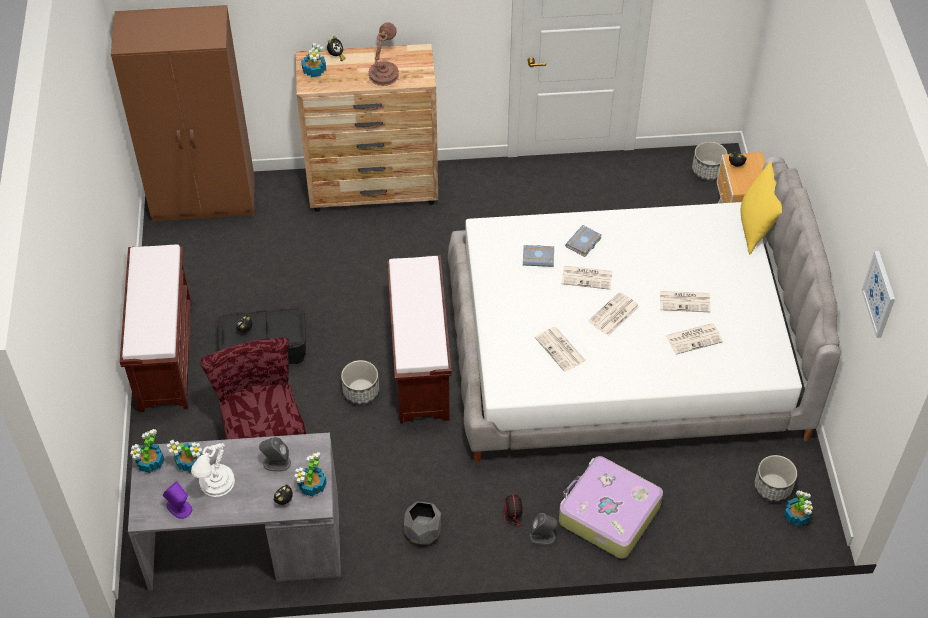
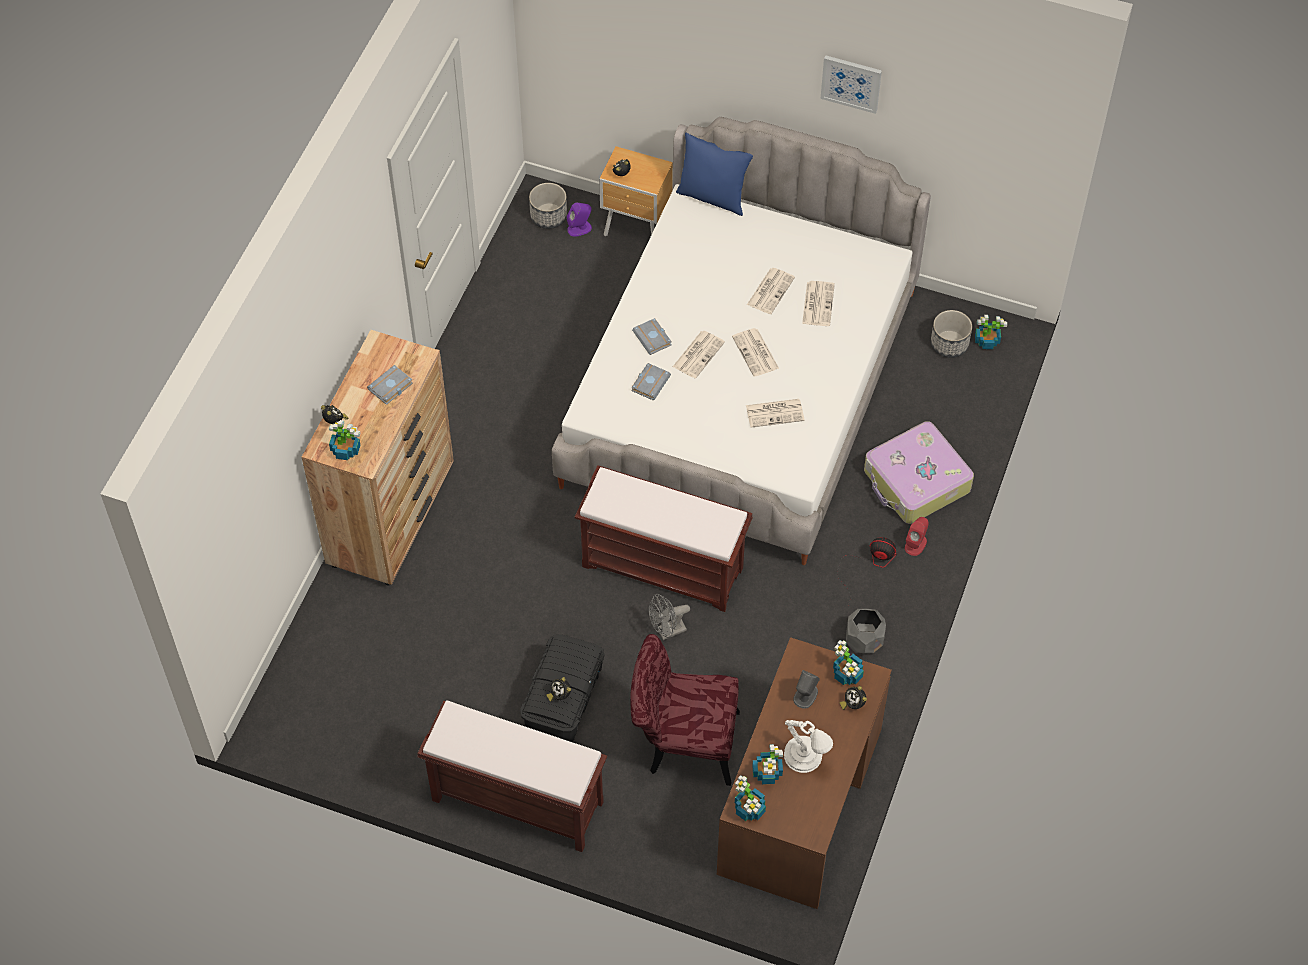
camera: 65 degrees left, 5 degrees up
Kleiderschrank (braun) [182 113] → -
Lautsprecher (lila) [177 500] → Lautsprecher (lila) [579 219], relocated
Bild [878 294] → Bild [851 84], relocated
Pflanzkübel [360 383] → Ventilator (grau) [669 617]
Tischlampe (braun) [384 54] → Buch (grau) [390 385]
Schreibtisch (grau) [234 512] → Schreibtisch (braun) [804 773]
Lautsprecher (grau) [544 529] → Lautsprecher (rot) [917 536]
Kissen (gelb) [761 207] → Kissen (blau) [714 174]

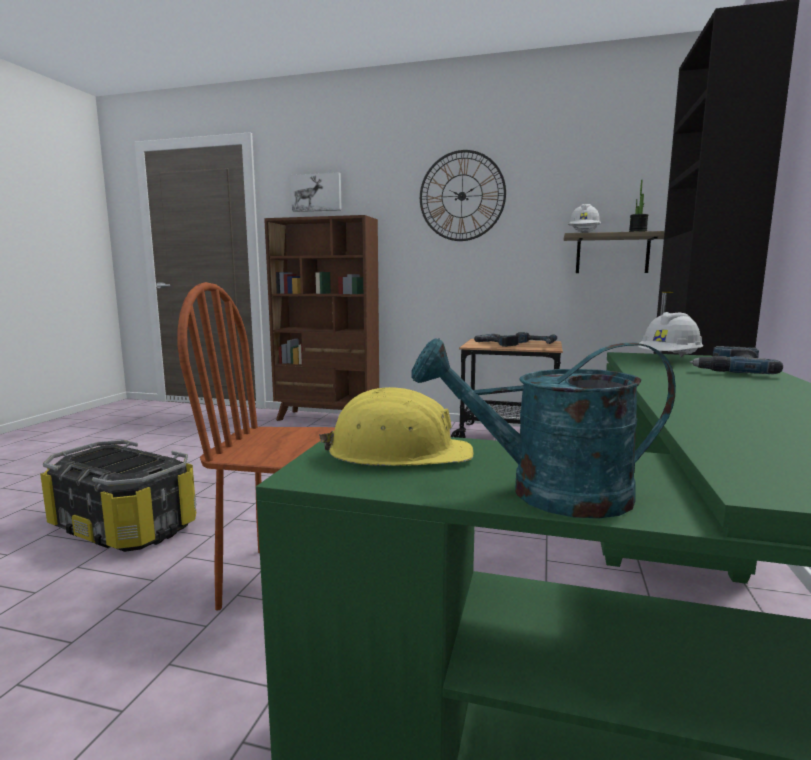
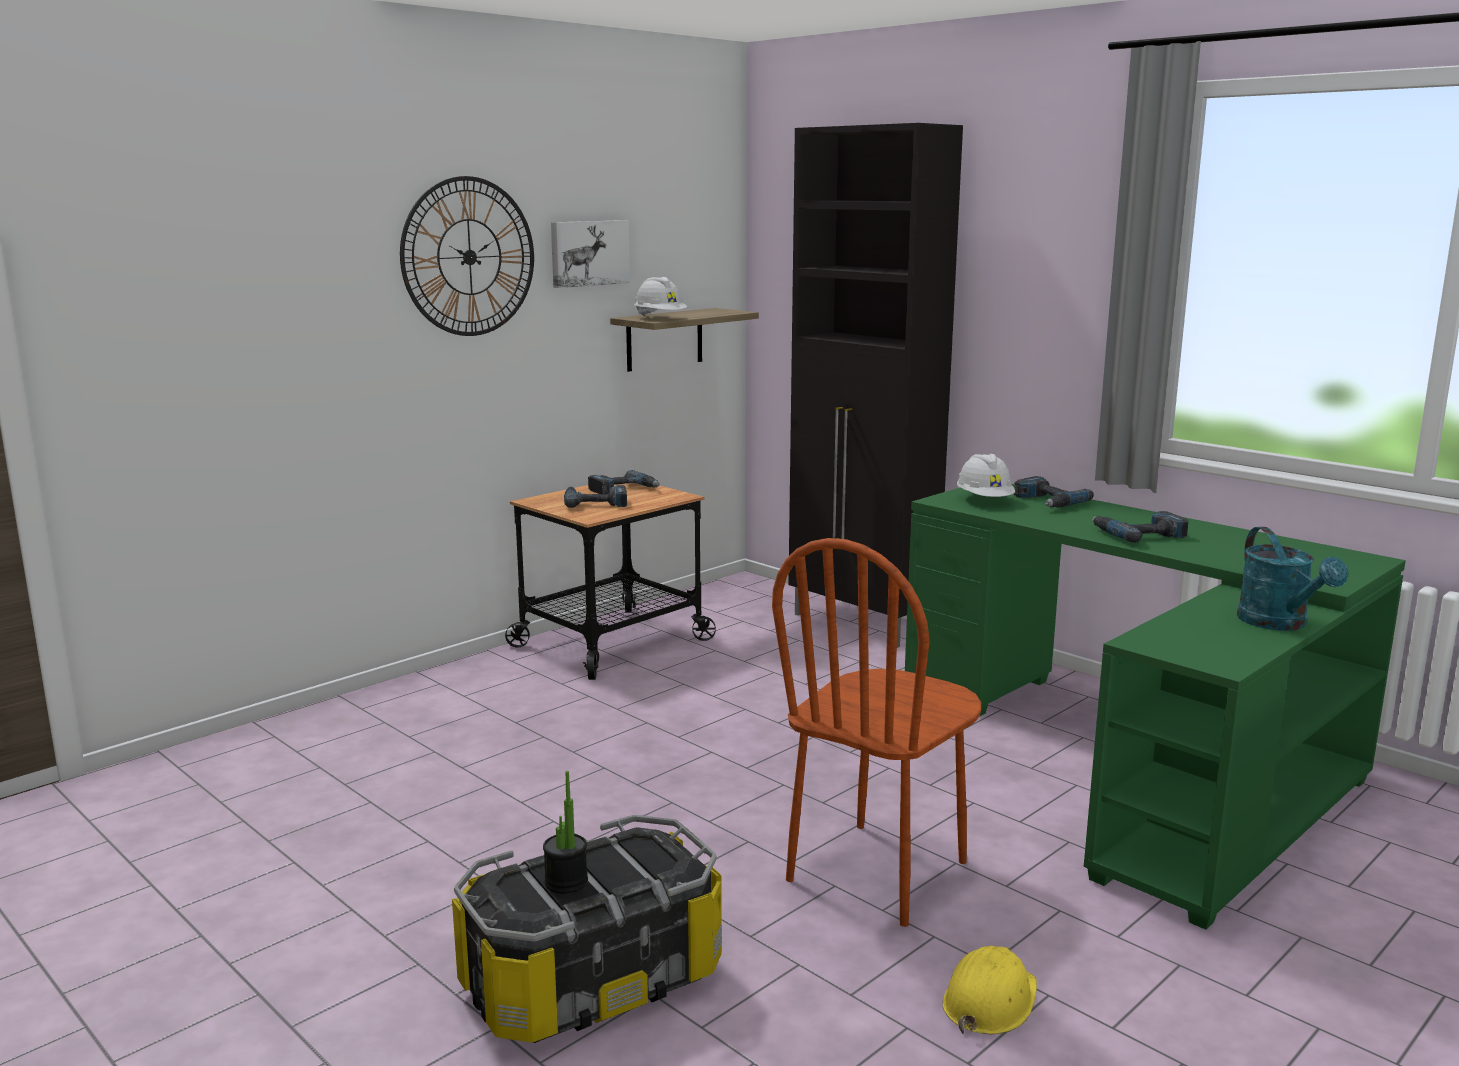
camera: 60 degrees left, 5 degrees up
Bücherregal (braun) [321 318] → -
- → Bohrmaschine [1140 527]
Bild [316 192] → Bild [590 254], relocated
Schutzhelm (gelb) [396 426] → Schutzhelm (gelb) [989 990], relocated
Topfpflanze [638 205] → Topfpflanze [565 832], relocated
Gießkanne (türkis) [543 428] → Gießkanne (türkis) [1292 579], 45 degrees counterclockwise

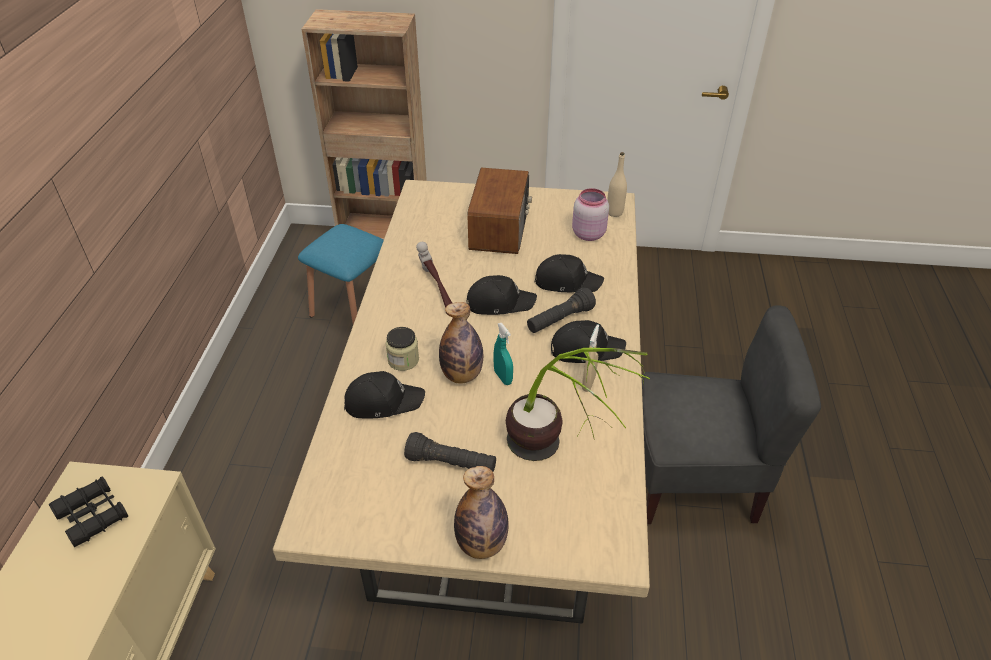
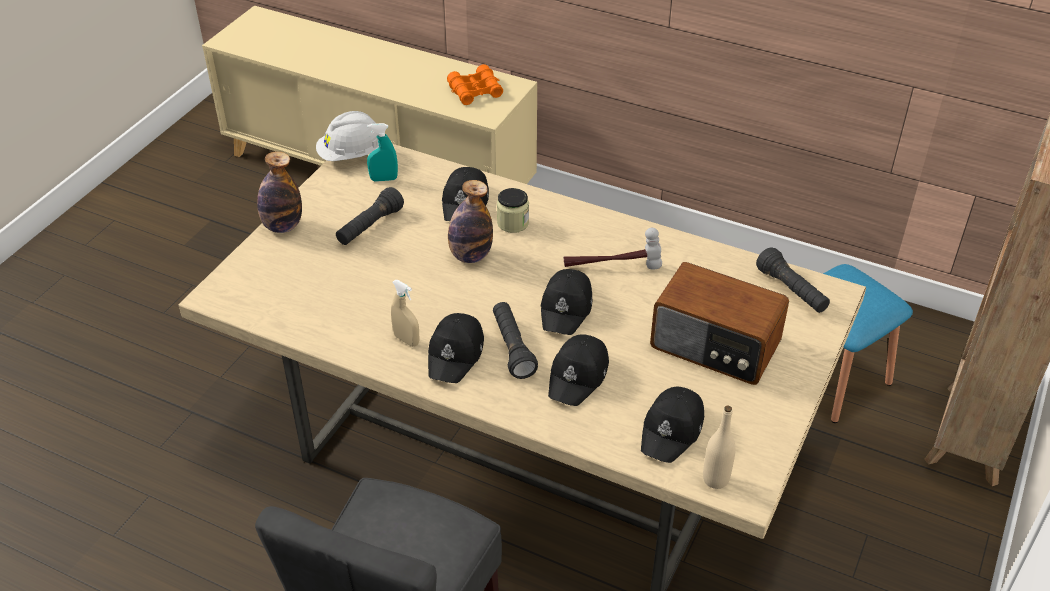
camera: 110 degrees right, 0 degrees up
Topfpflanze [578 404] → -
- → Schutzhelm (weiß) [347 136]
- → Taschenlampe (schwarz) [793 280]
Sprühflasche (türkis) [503 354] → Sprühflasche (türkis) [382 152], relocated
Vorratsglas (rosa) [590 214] → Kappe (schwarz) [672 425]
Fernglas (schwarz) [88 511] → Fernglas (orange) [475 84]

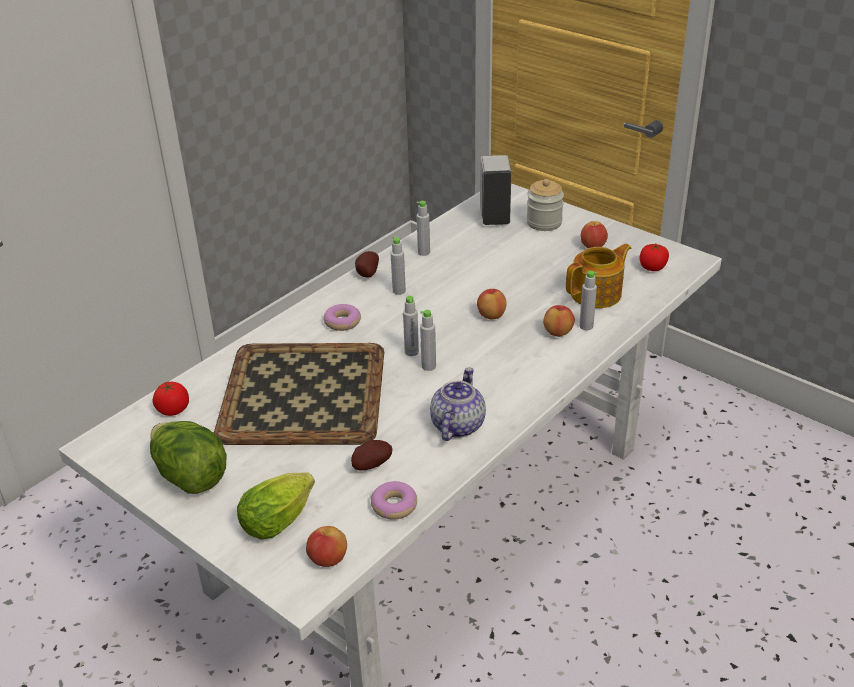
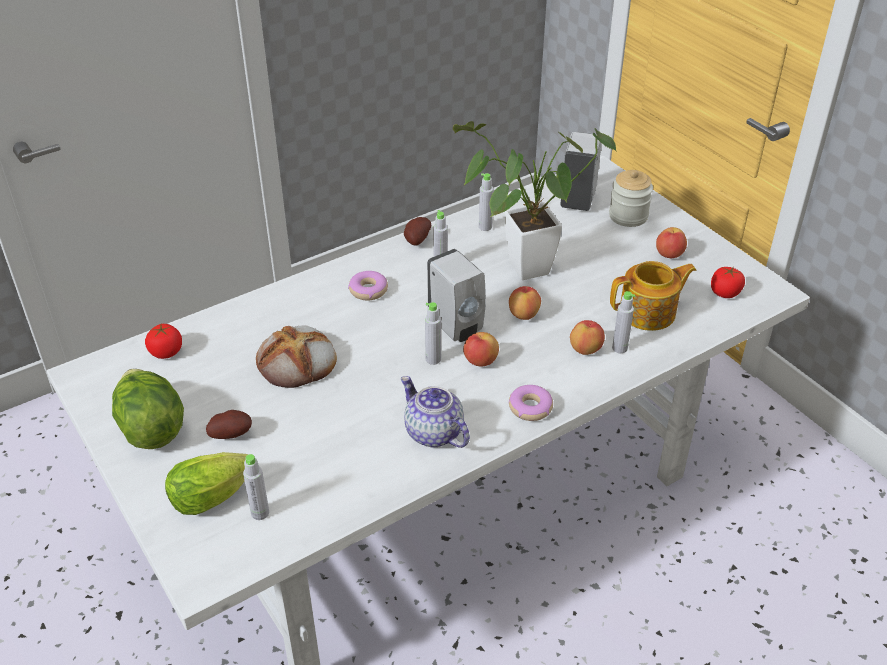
camera: 15 degrees right, 5 degrees up
- → Seifenspender (weiß) [456 295]
- → Topfpflanze [535 200]
Apfel [326 546] → Apfel [481 349], relocated
Kartoffel [371 455] → Kartoffel [229 424], relocated
Donut [394 500] → Donut [531 403], relocated
Flasche (grau) [411 326] → Flasche (grau) [256 487], relocated
Tablett [299 394] → Brot [296 357]
Teekanne [458 404] → Teekanne [435 412], 75 degrees counterclockwise

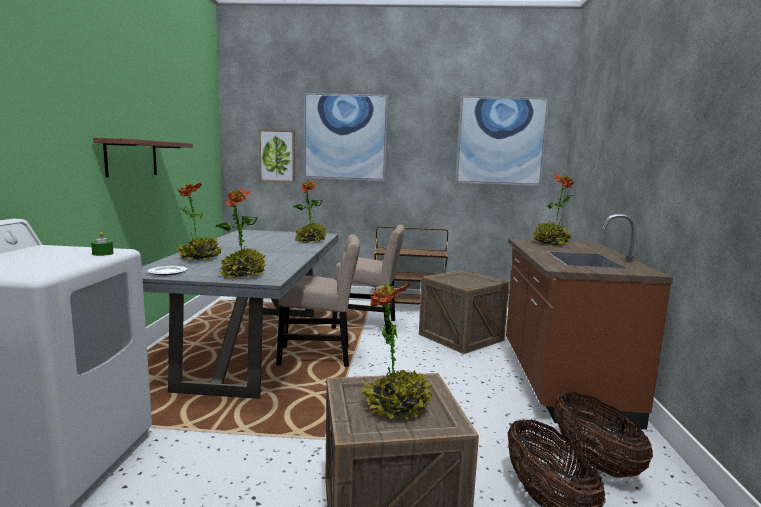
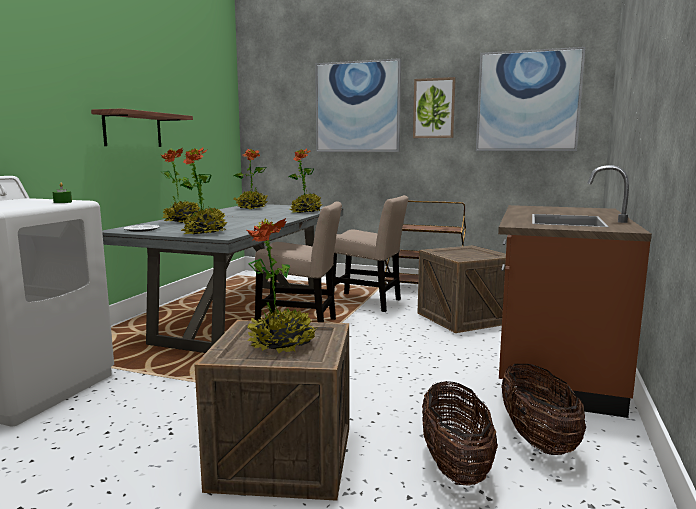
camera: 15 degrees right, 0 degrees up
Bild [276 156] → Bild [434 107], relocated
Topfpflanze [554 209] → Topfpflanze [250 179], relocated

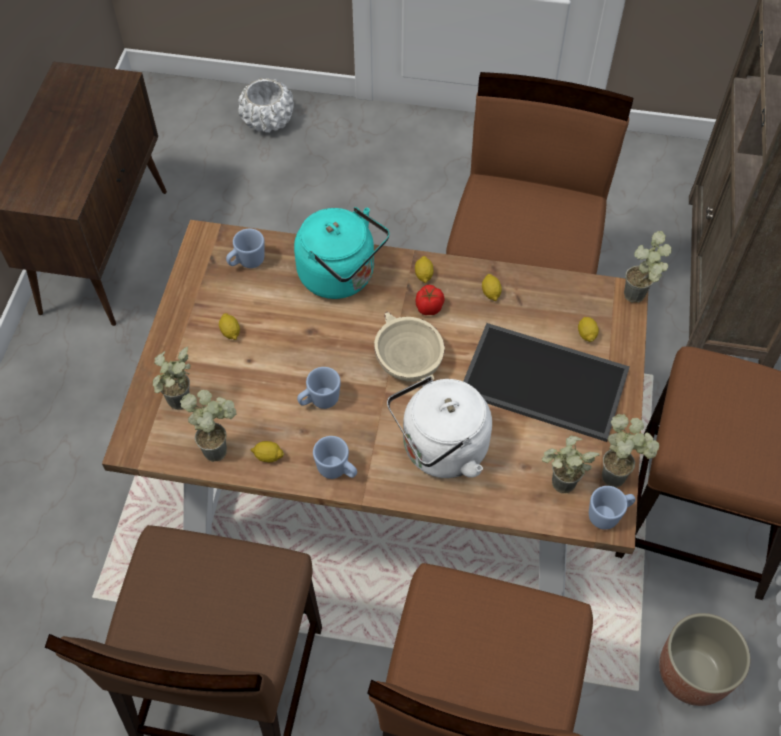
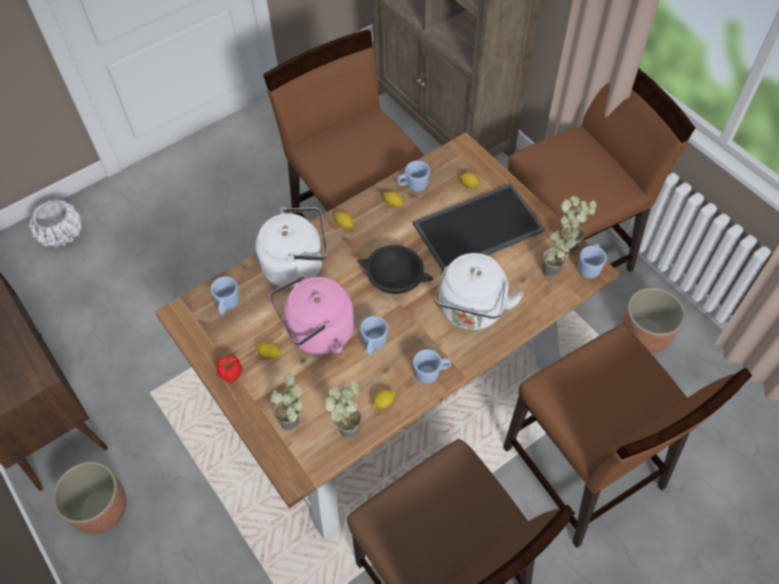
camera: 45 degrees left, 0 degrees up
Topfpflanze [648 267] → -
- → Pflanzkübel [89 498]
- → Wasserkessel (rosa) [312 315]
- → Henkelbecher (blau) [413 176]
Tomate [430 300] → Tomate [229 368], relocated
Wasserkessel (türkis) [342 253] → Wasserkessel (weiß) [291 247]
Schüssel (beige) [409 348] → Schüssel (schwarz) [394 269]

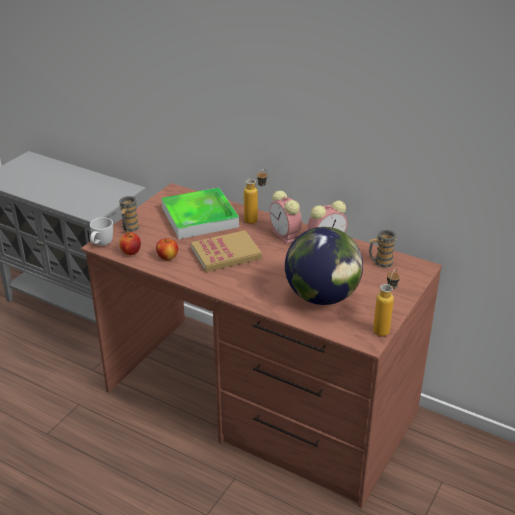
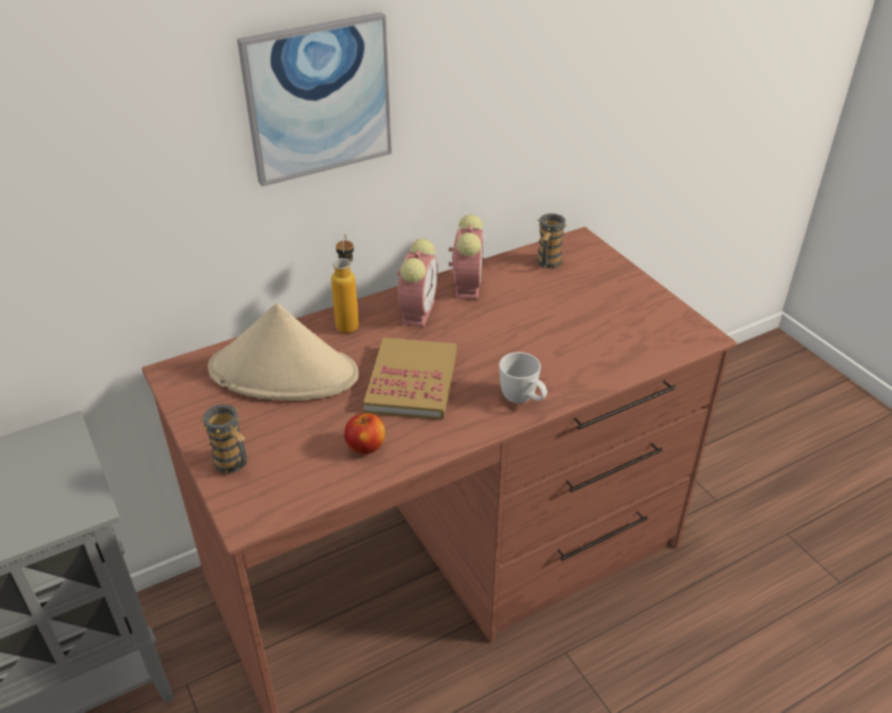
camera: 60 degrees left, 5 degrees up
Apfel [130 243] → -
Globus [324 266] → -
Flasche [386 302] → -
- → Bild [314 99]
Henkelbecher (weiß) [101 231] → Henkelbecher (weiß) [523 377], relocated
Tablett [200 213] → Hut (beige) [283 351]
Wecker [285 217] → Wecker [417 283], 75 degrees counterclockwise

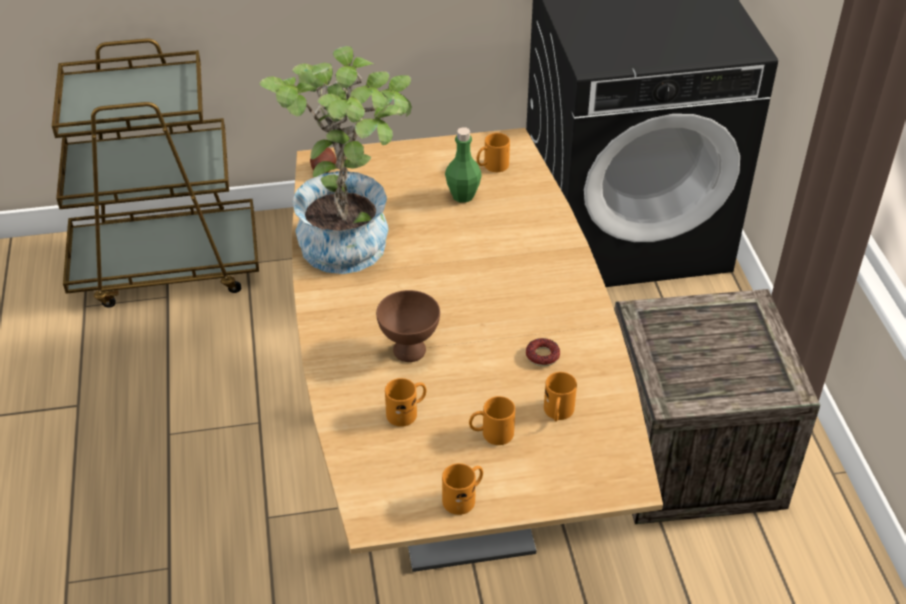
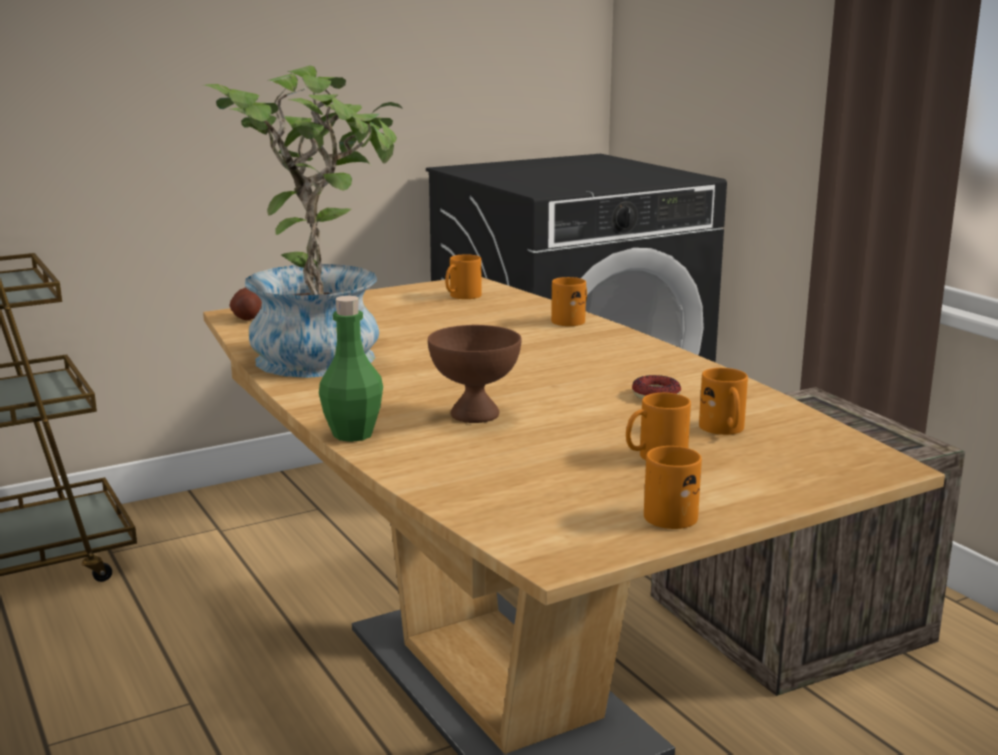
camera: 20 degrees left, 25 degrees down
Henkelbecher (orange) [405 402] → Henkelbecher (orange) [569 301], relocated
Flasche (grün) [463 165] → Flasche (grün) [351 369], relocated

